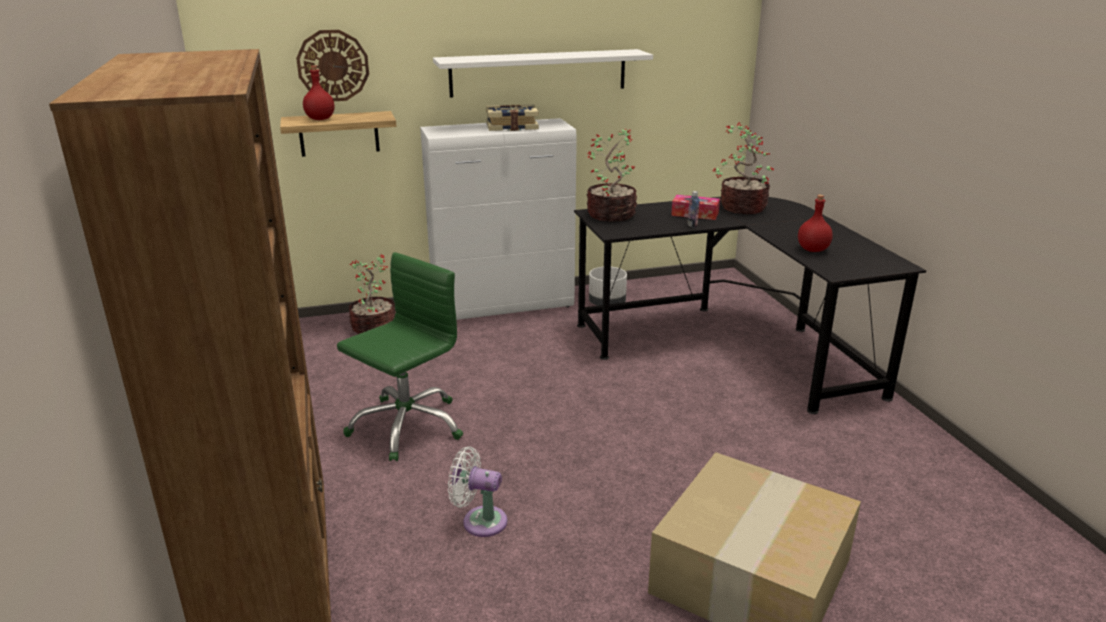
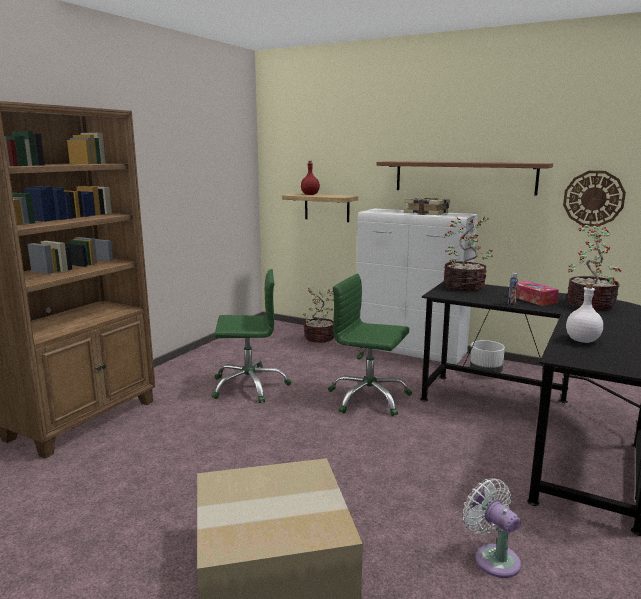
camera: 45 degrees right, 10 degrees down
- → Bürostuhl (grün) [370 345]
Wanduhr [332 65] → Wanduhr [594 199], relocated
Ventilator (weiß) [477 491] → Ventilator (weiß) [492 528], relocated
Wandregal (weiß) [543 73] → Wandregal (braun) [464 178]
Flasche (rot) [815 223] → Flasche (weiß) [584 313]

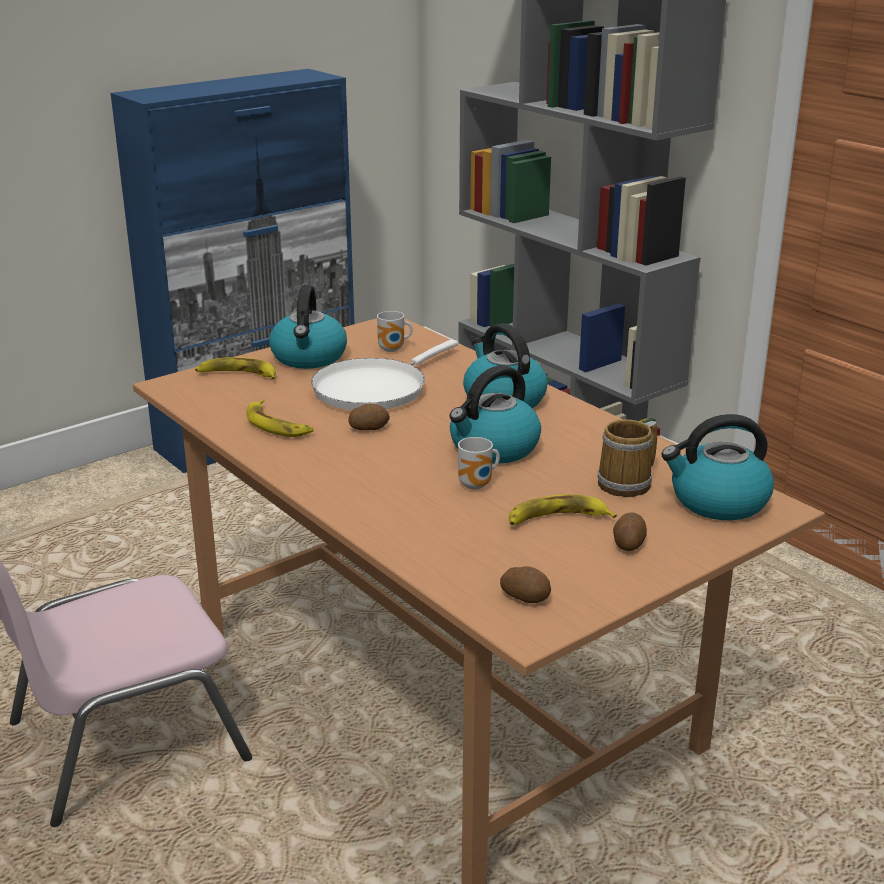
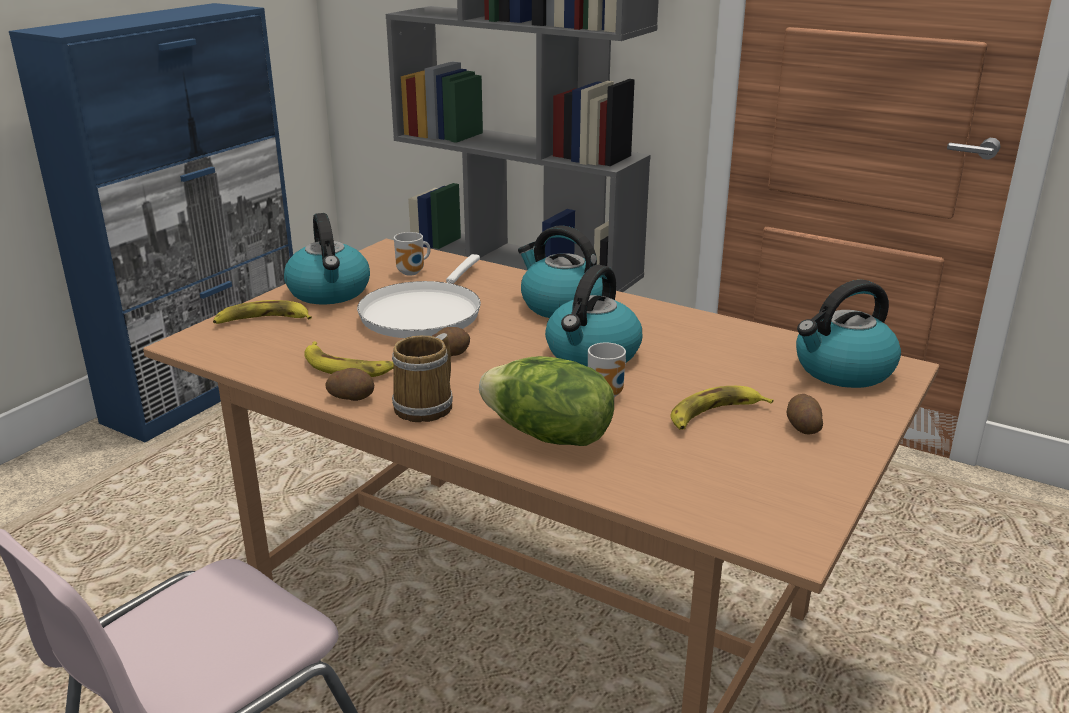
camera: 20 degrees left, 0 degrees up
- → Salatkopf [546 401]
Kartoffel [525 584] → Kartoffel [349 384], relocated
Henkelbecher [627 458] → Henkelbecher [422 377], relocated

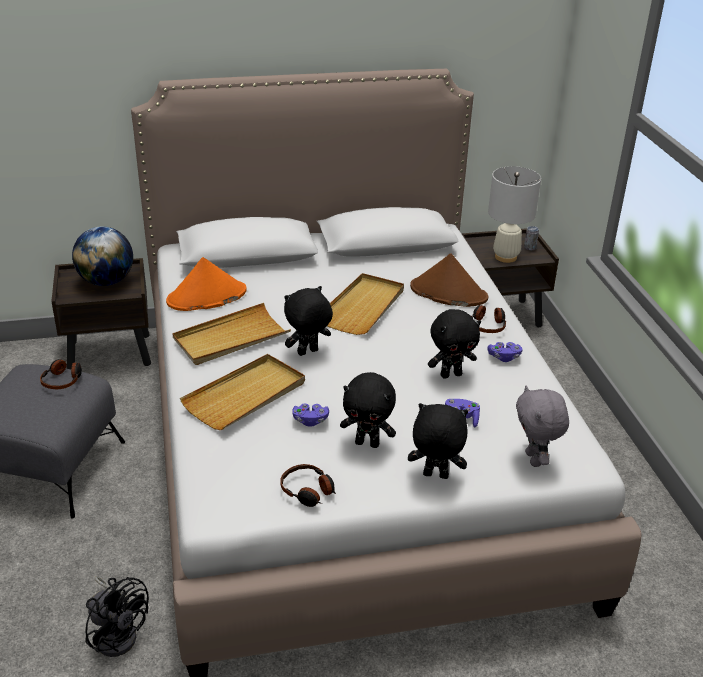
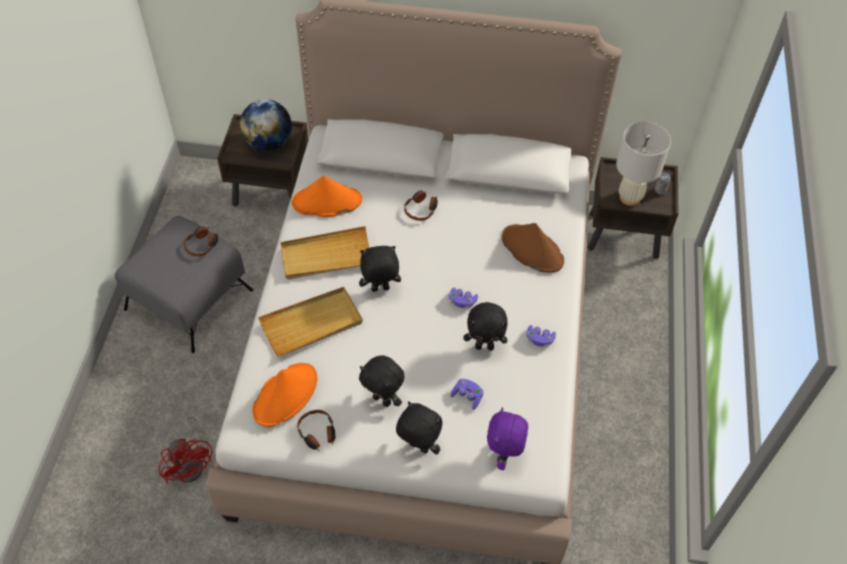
camera: 20 degrees right, 20 degrees up
Tablett (beige) [365 304] → -
- → Hut (orange) [284 395]
Gamepad (lila) [310 415] → Gamepad (lila) [463 297], relocated
Kopfhörer [488 319] → Kopfhörer [421 205], relocated
Ventilator (schwarz) [117 616] → Ventilator (rot) [185 449]
Plüschtier (grau) [542 426] → Plüschtier (lila) [507 438]

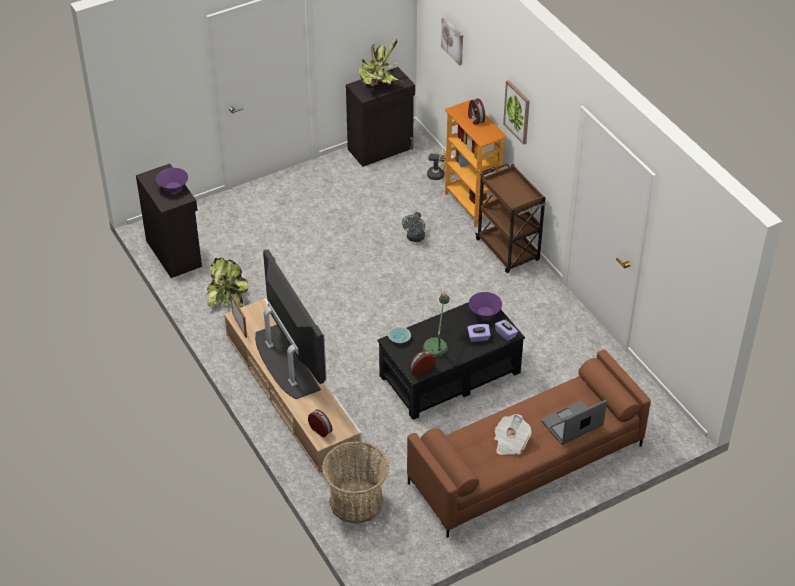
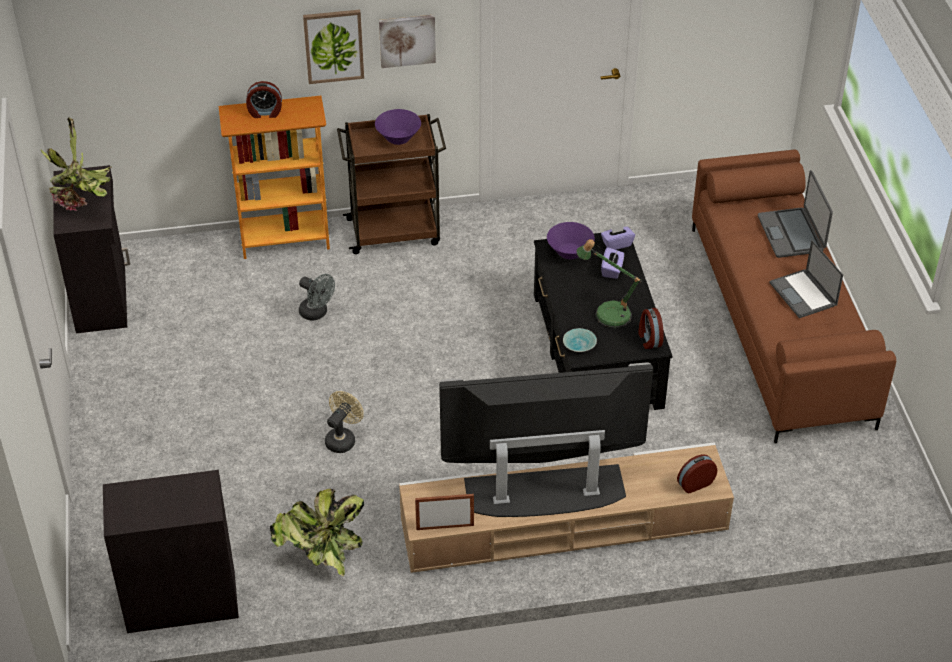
camera: 70 degrees left, 0 degrees up
Korb [355 482] → -
Schüssel (lila) [172 180] → Schüssel (lila) [398 127], relocated
Ventilator (beige) [436 163] → Ventilator (beige) [344 422], relocated
Bild [452 41] → Bild [407 41], relocated
Zeitung [513 434] → Laptop [806 279]

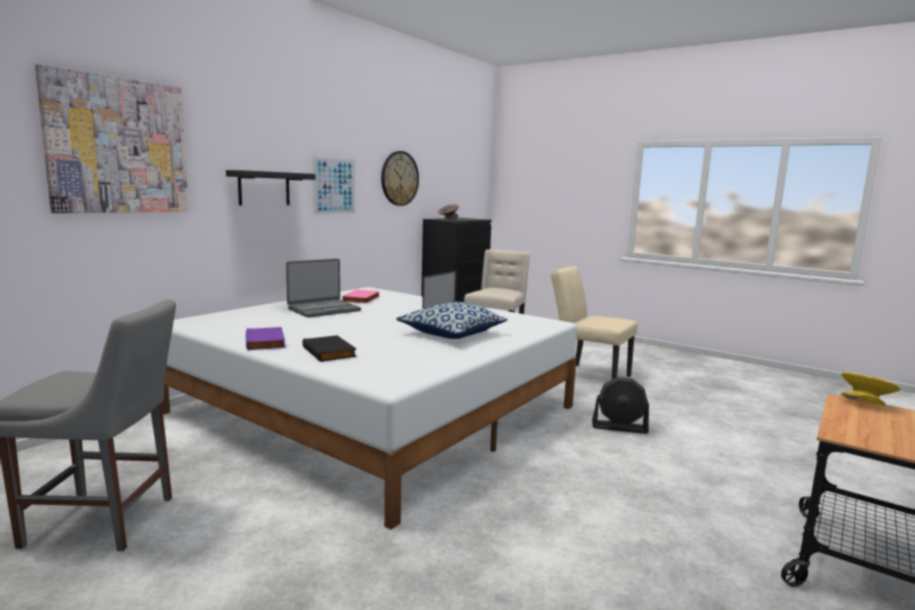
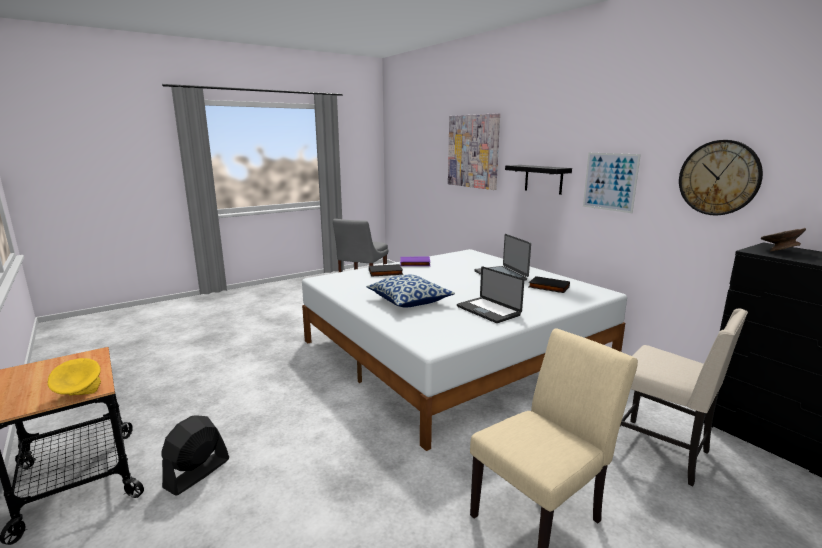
camera: 110 degrees right, 5 degrees up
Ventilator (schwarz) [620 405] → Ventilator (schwarz) [195 455], relocated
Buch (rosa) [361 296] → Buch (schwarz) [549 284]

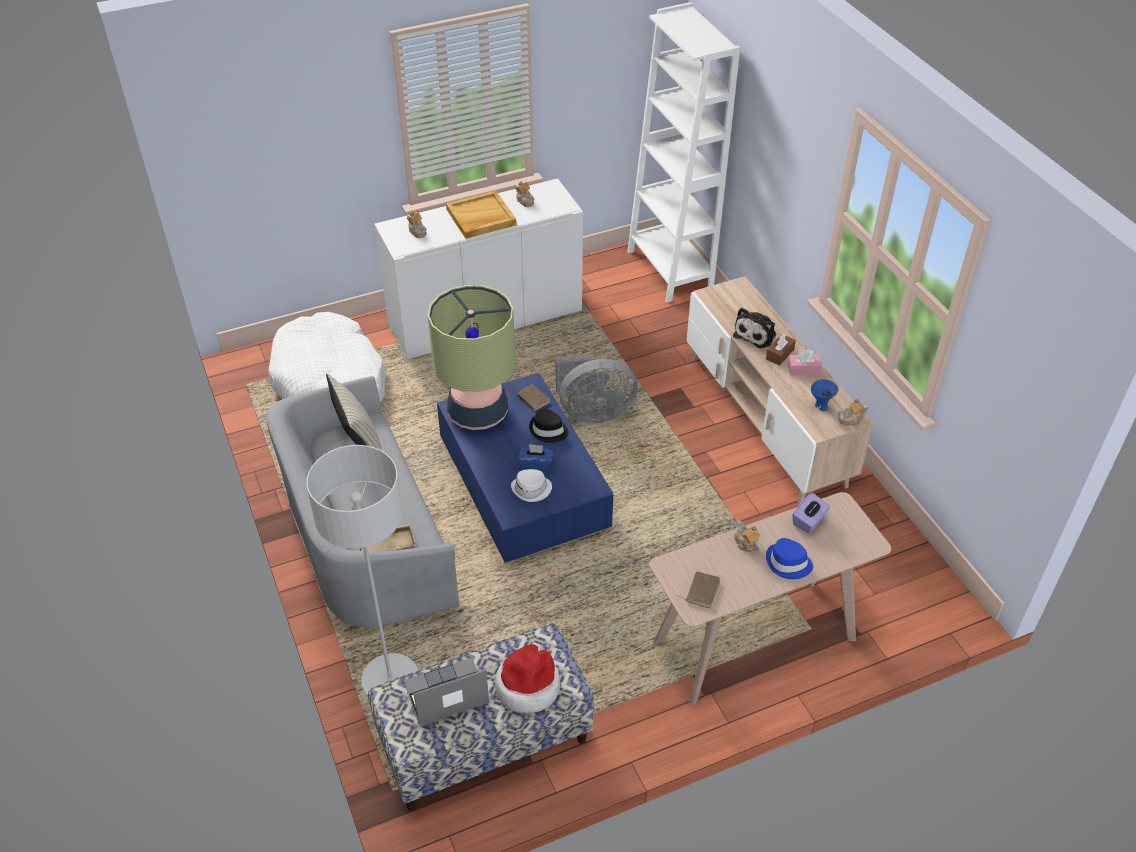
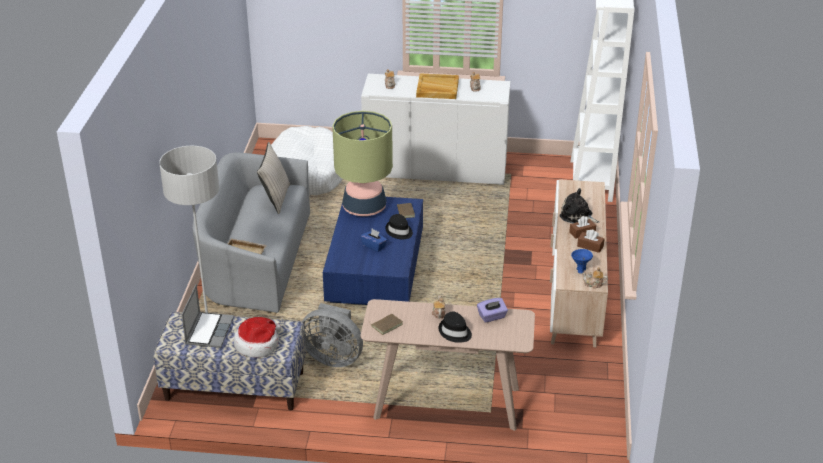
camera: 30 degrees right, 10 degrees down
Hut (weiß) [531 485] → -
Ventilator (grau) [596 389] → Ventilator (grau) [332 335], relocated
Hut (blau) [789 558] → Hut (schwarz) [455 327]
Taschentuchbox (rosa) [805 362] → Taschentuchbox (braun) [591 241]
Laptop [446 692] → Laptop [207 316], 90 degrees clockwise
Plüschtier [754 328] → Plüschtier [579 205], 60 degrees clockwise

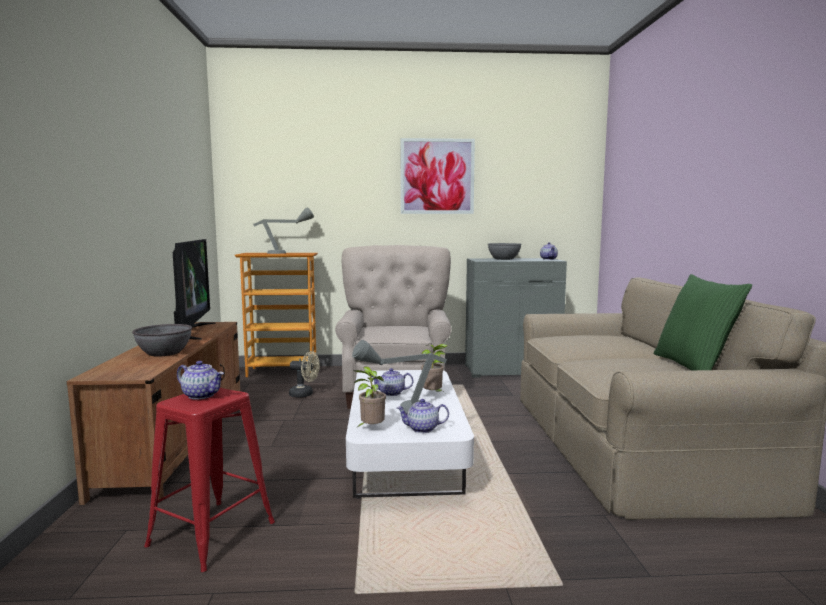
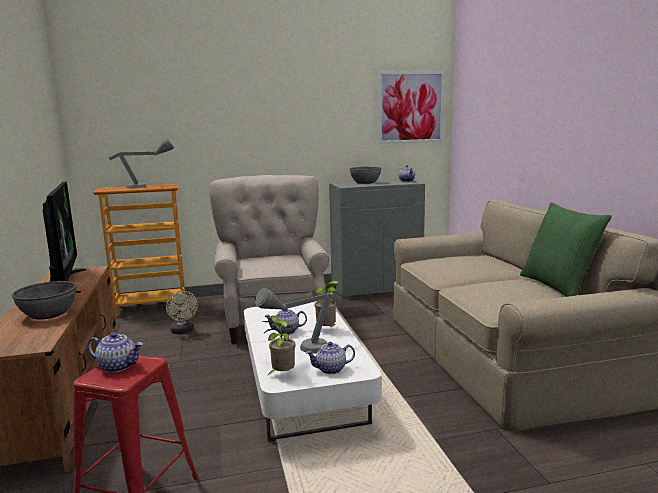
camera: 10 degrees left, 5 degrees up
Bild [438 176] → Bild [411 107], relocated
Ventilator (beige) [304 374] → Ventilator (beige) [182 312], 60 degrees clockwise

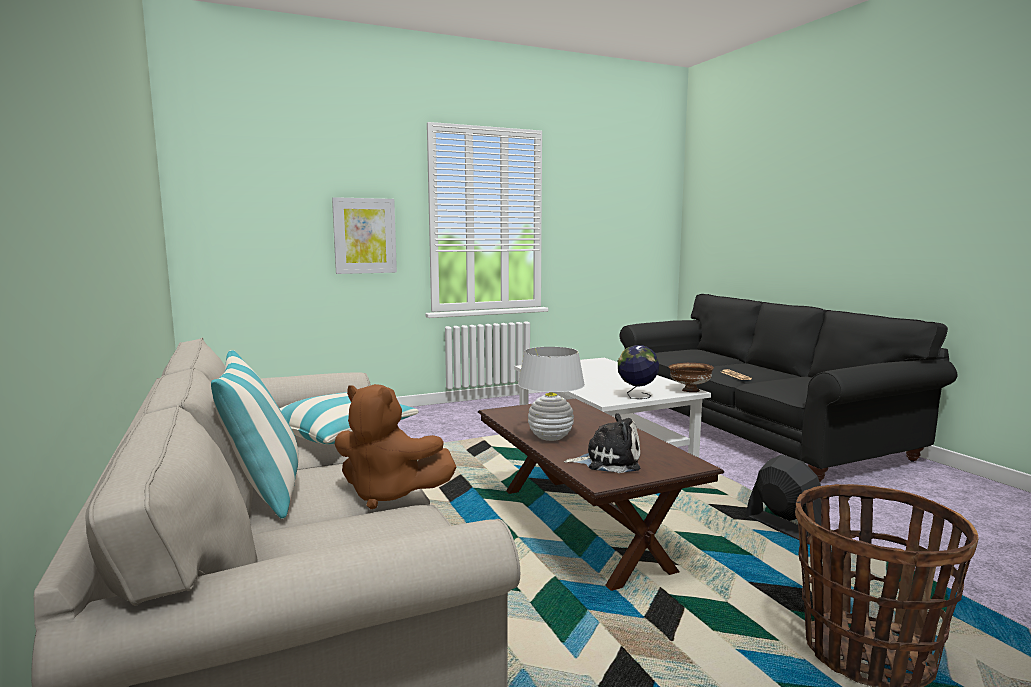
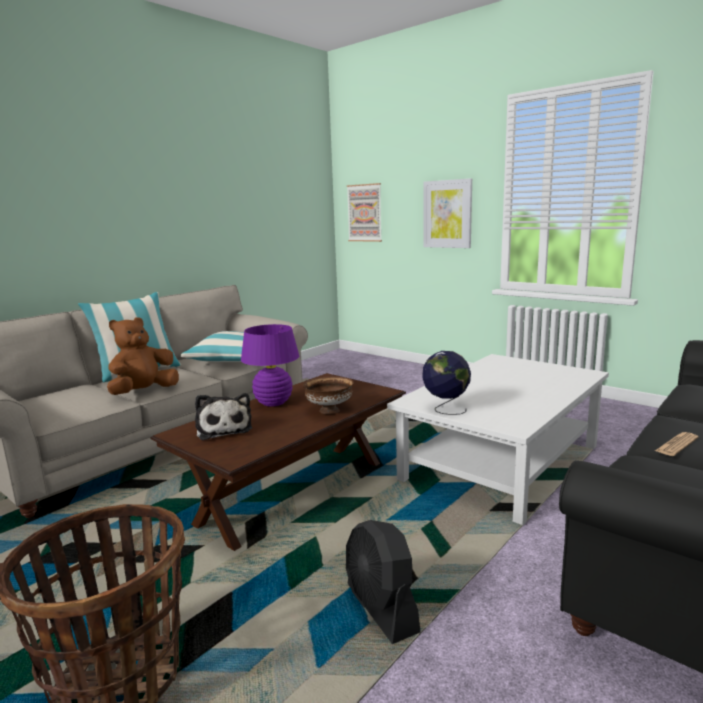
camera: 65 degrees right, 5 degrees up
- → Bild [364 212]
Schüssel (braun) [691 377] → Schüssel (braun) [328 395], relocated
Tischlampe (weiß) [551 394] → Tischlampe (lila) [270 365]
Plüschtier (braun) [395 446] → Plüschtier (braun) [143 356], 45 degrees clockwise
Ventilator (schwarz) [783 497] → Ventilator (schwarz) [383 582], 120 degrees clockwise

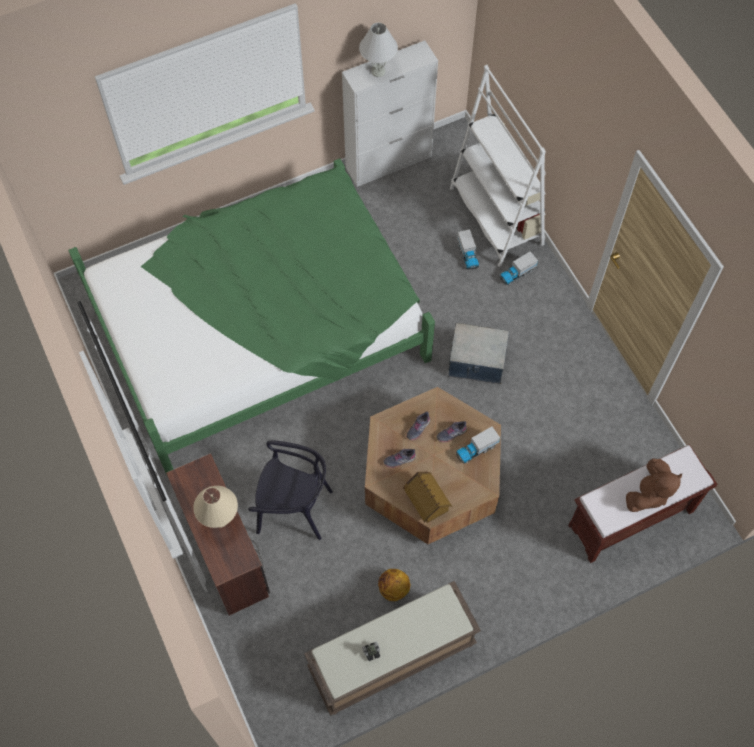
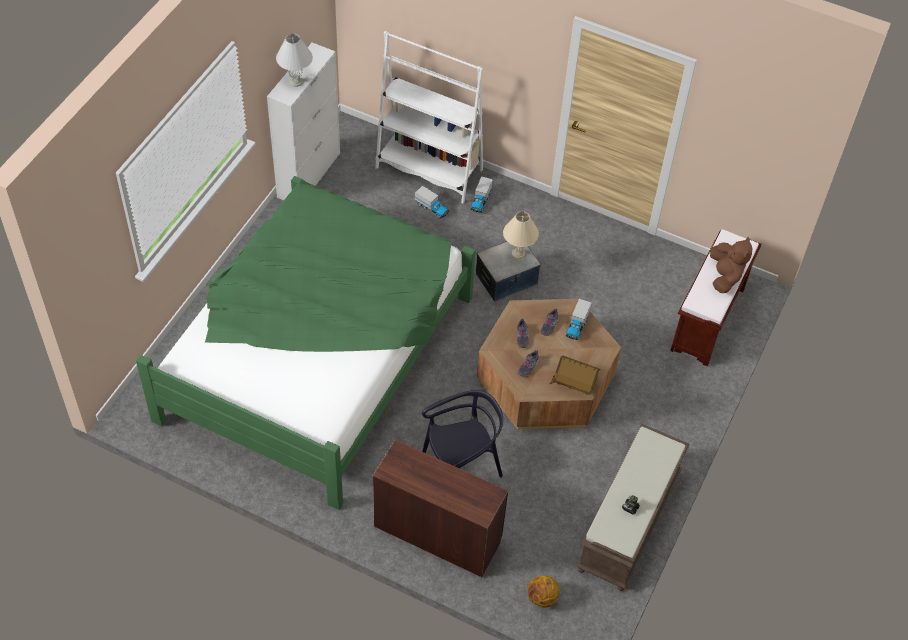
camera: 40 degrees left, 10 degrees down
Tischlampe (beige) [215 507] → Tischlampe (beige) [521 235], relocated
Basketball [394 585] → Basketball [543 592], relocated

